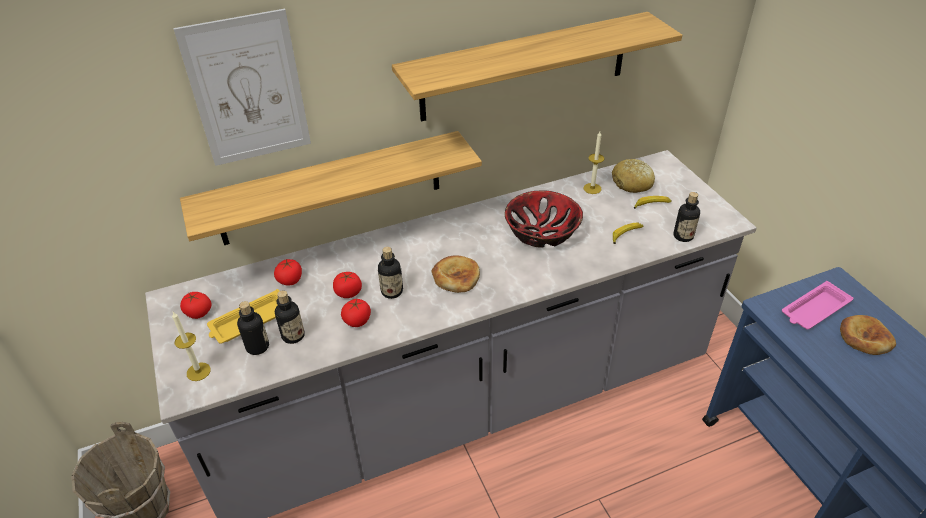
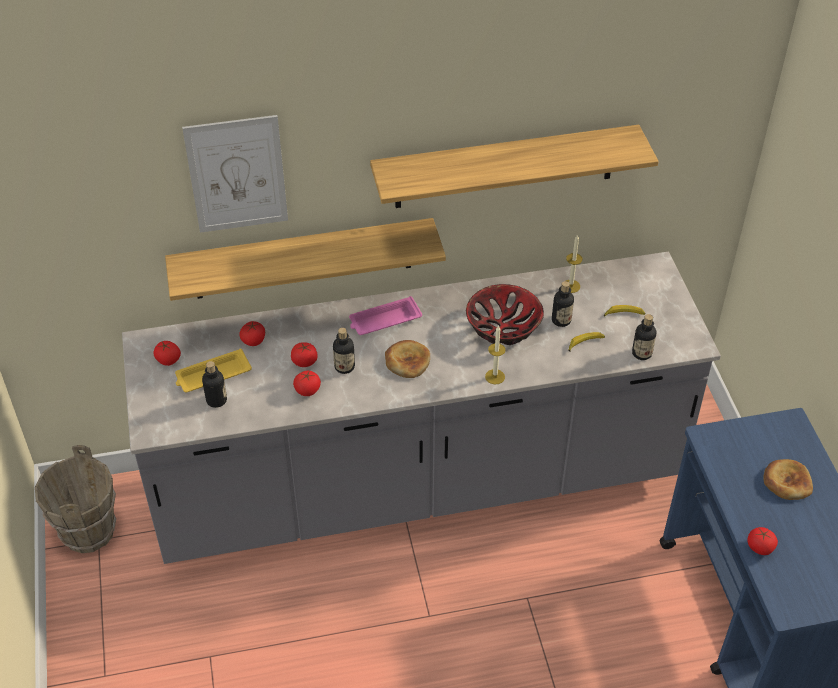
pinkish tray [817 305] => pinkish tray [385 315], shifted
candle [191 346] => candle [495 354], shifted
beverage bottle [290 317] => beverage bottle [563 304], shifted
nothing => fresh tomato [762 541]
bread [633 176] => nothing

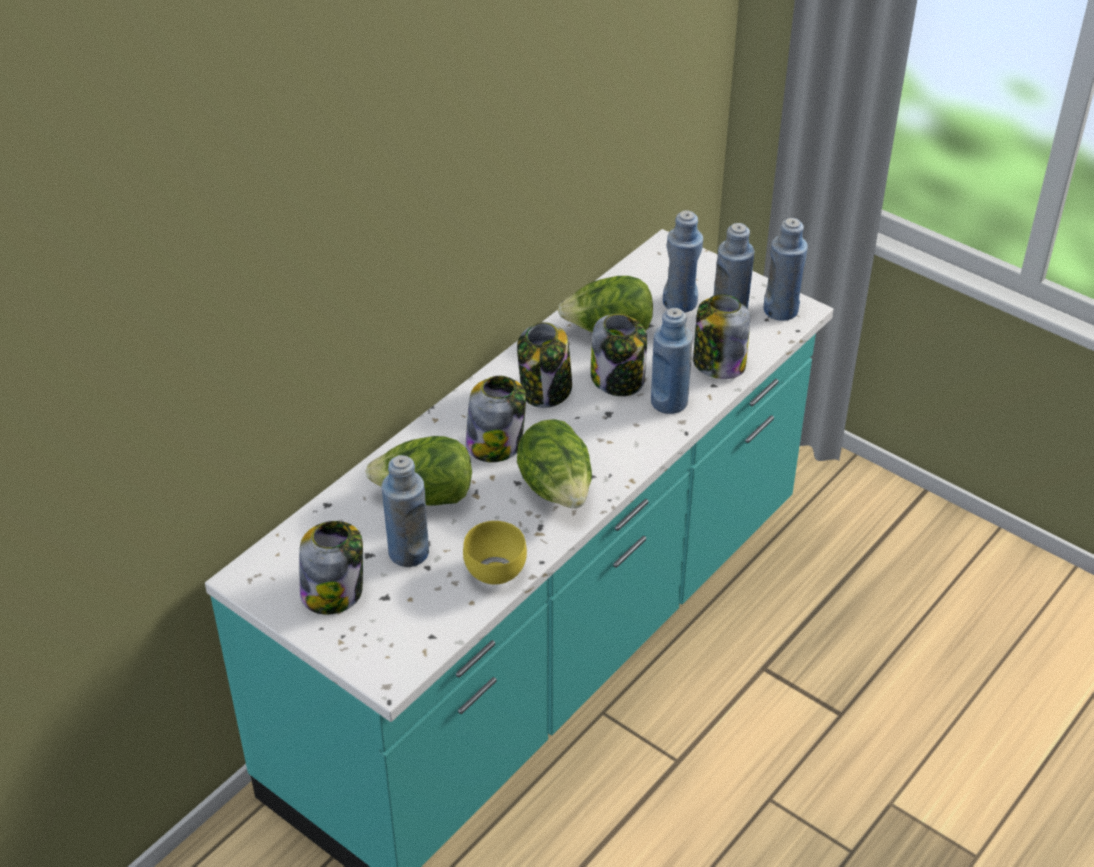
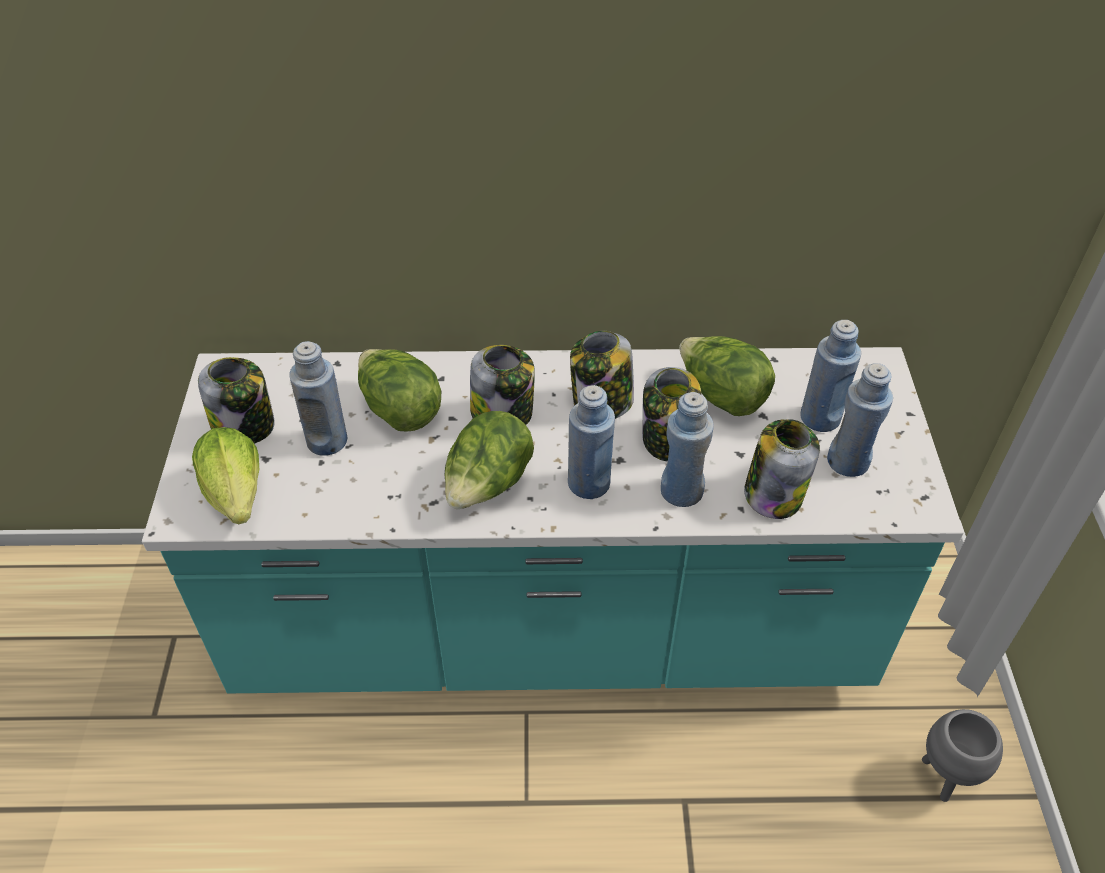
nothing => lettuce head [225 475]
bluish beverage bottle [785 269] => bluish beverage bottle [591 442], shifted
nothing => greyish flower pot [962 755]
yellow-coloured serving bowl [495 553] => nothing

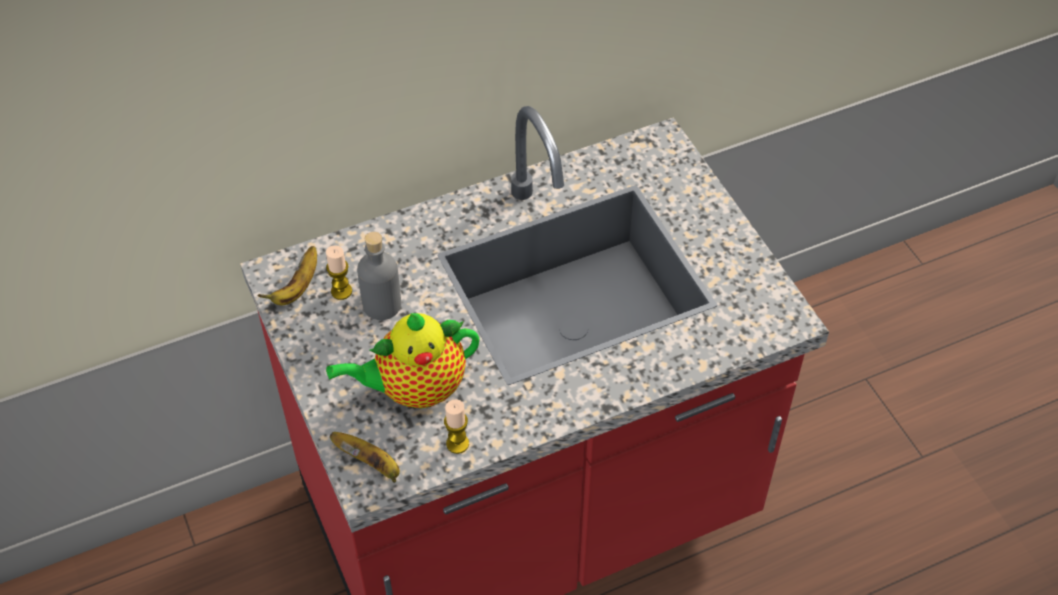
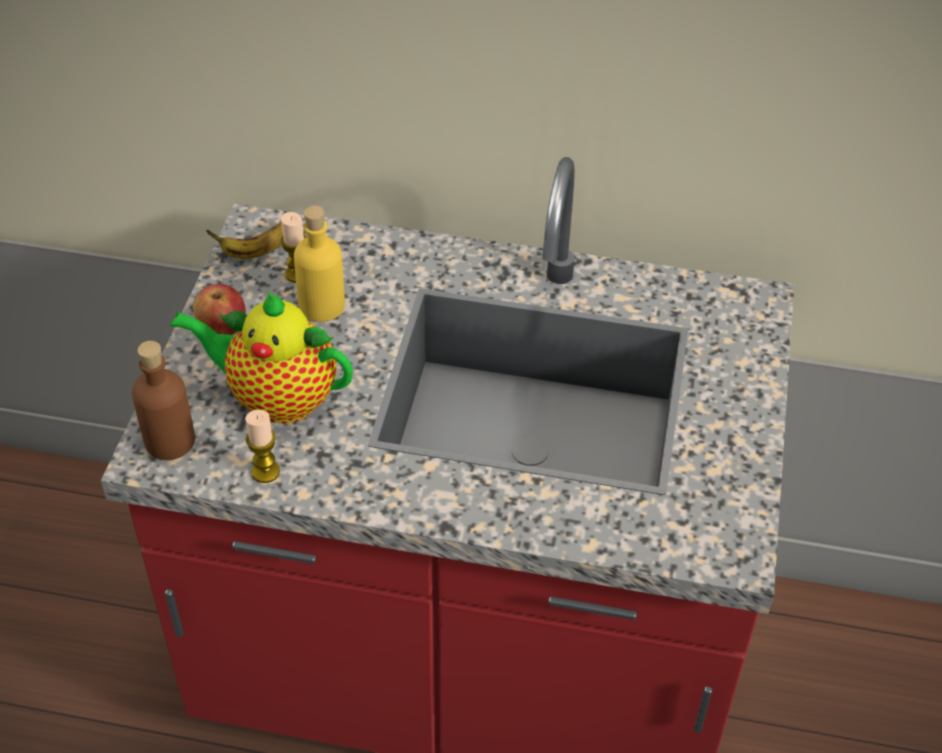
banana fruit [365 457] => brownish beverage bottle [163 400]
nothing => whole apple [219 309]
greyish beverage bottle [379 276] => yellow-coloured beverage bottle [319 264]

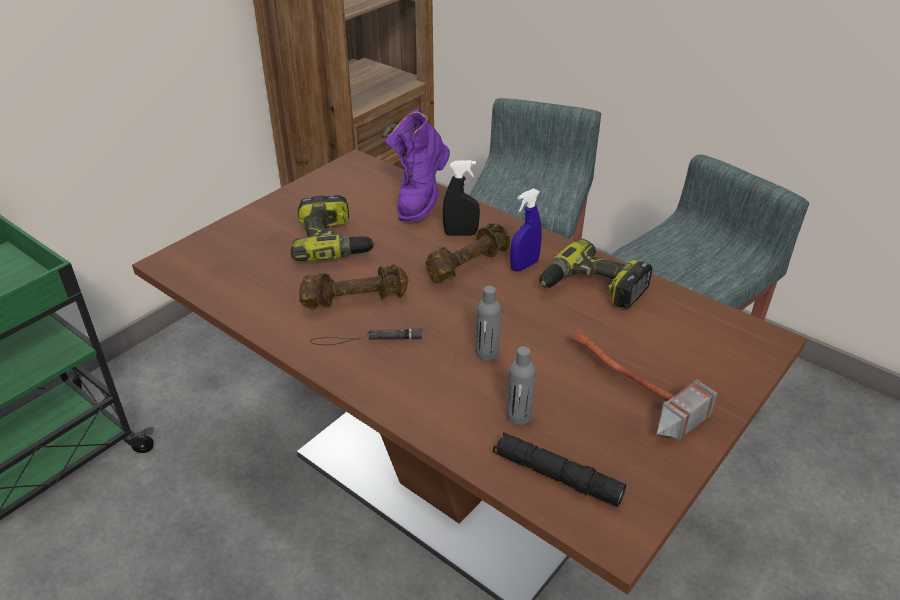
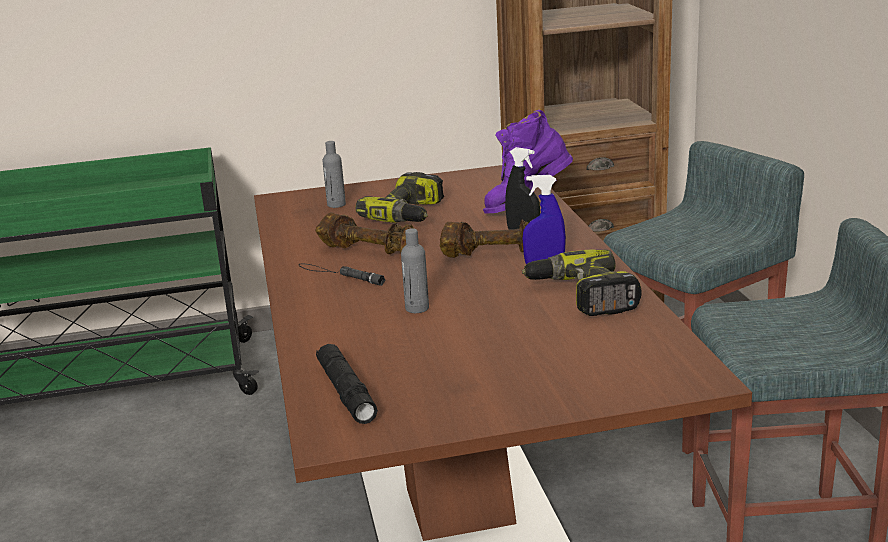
greyish beverage bottle [521 385] => greyish beverage bottle [334 174], shifted
tool hammer [644 385] => nothing

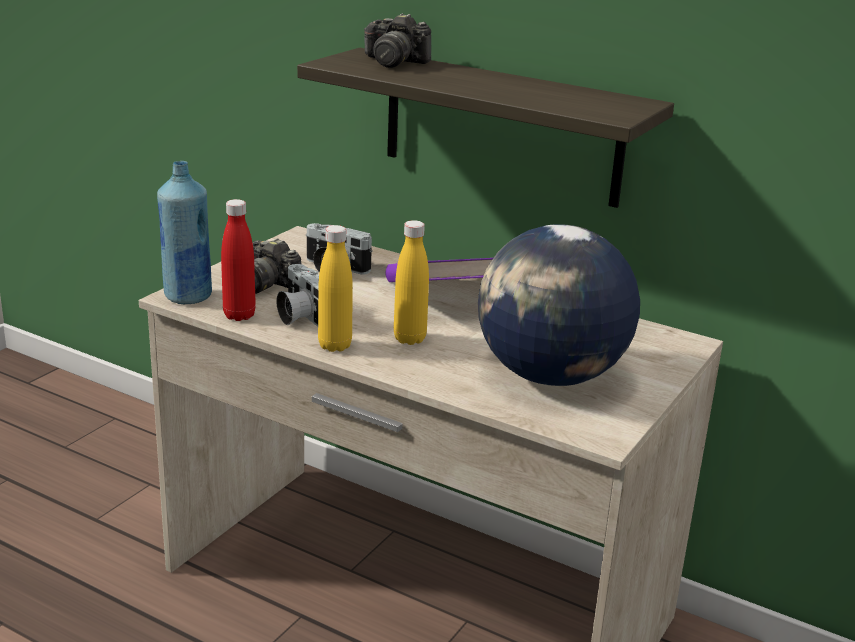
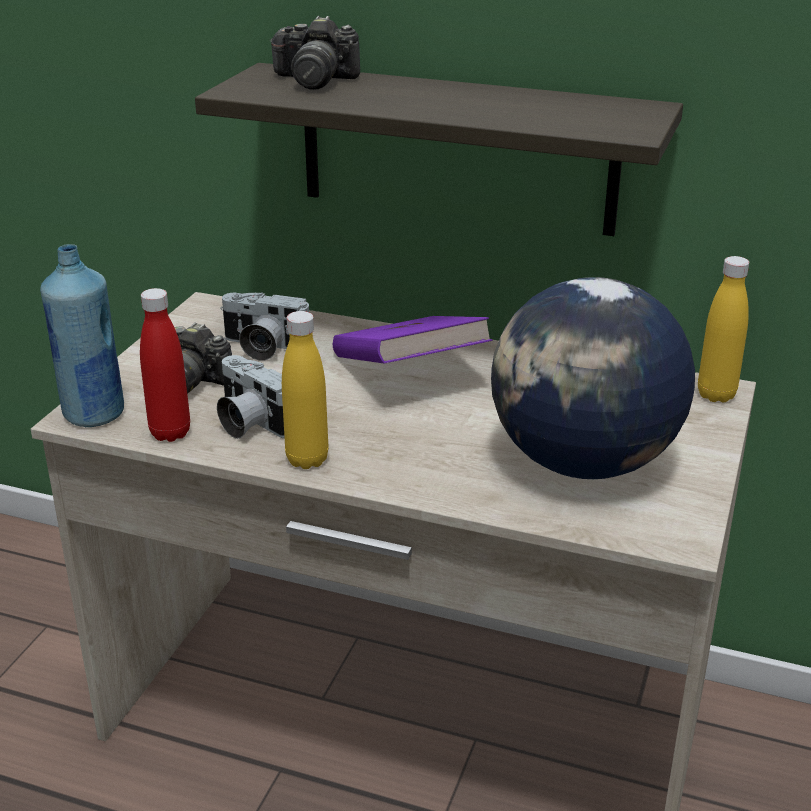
yellow-coloured beverage bottle [411 282] => yellow-coloured beverage bottle [723 329], shifted

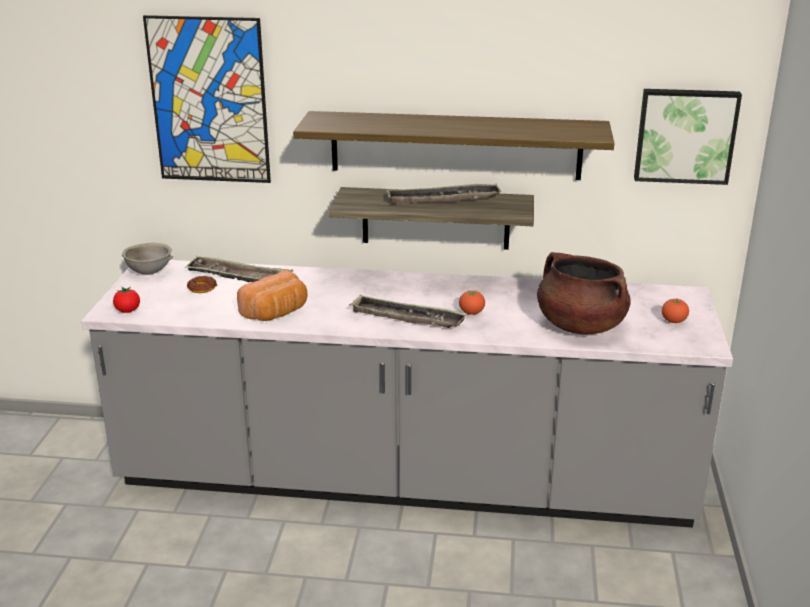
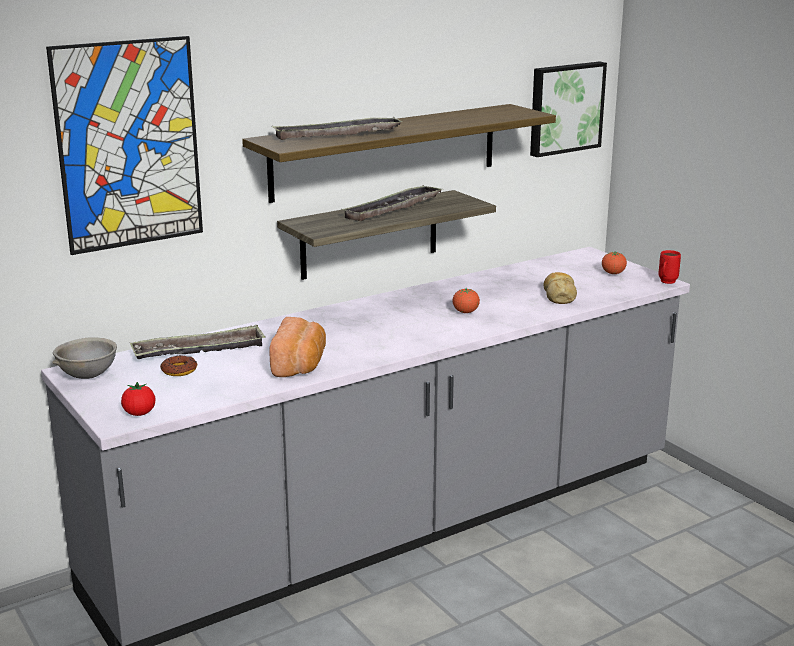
tray [408 311] => tray [337 128], shifted
brownish cooking pot [584 293] => bread [560 288]
nothing => red-coloured coffee mug [670 267]

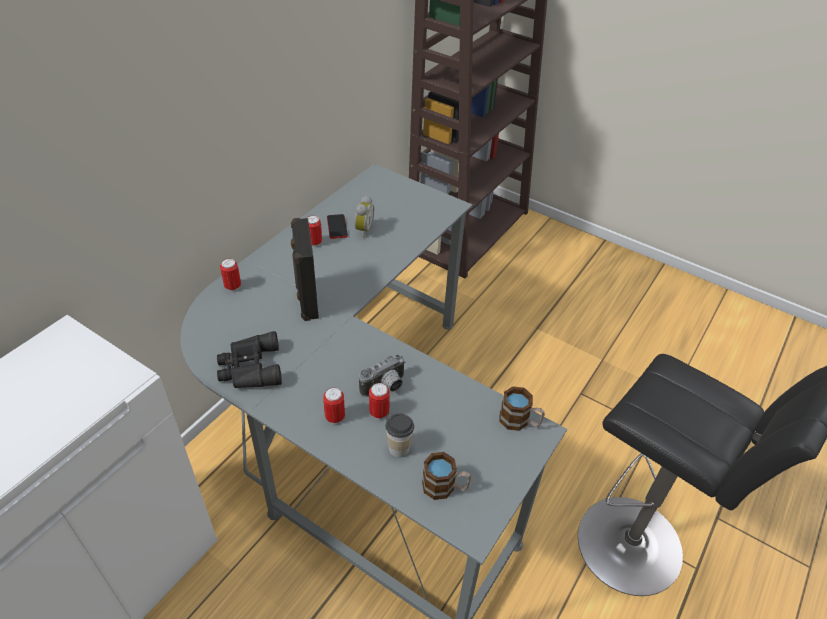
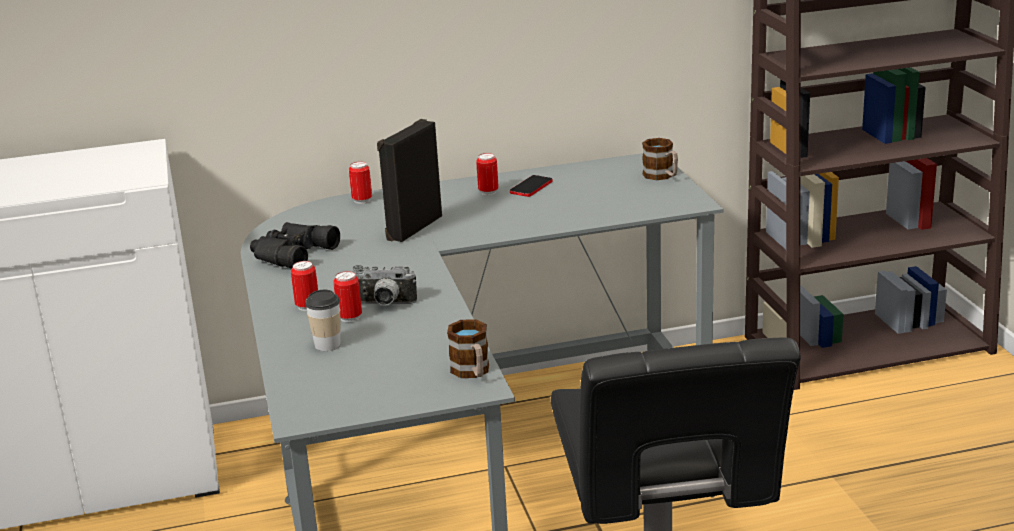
coffee mug [446 476] => coffee mug [660 159], shifted
table clock [364 217] => nothing

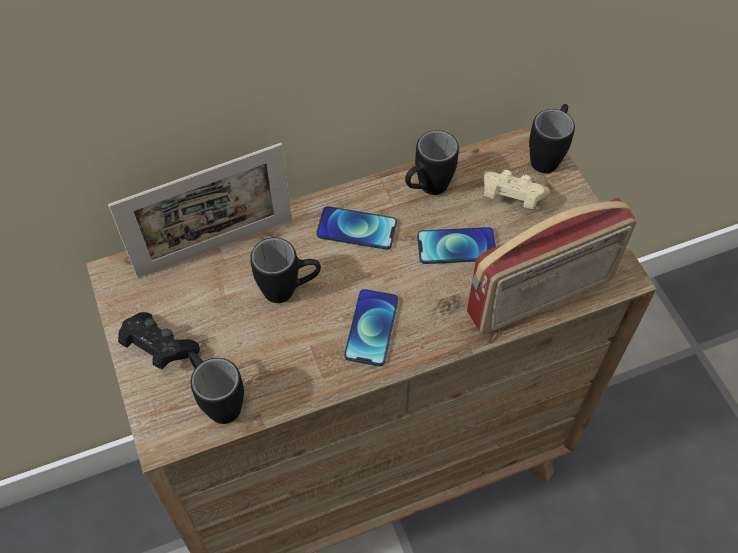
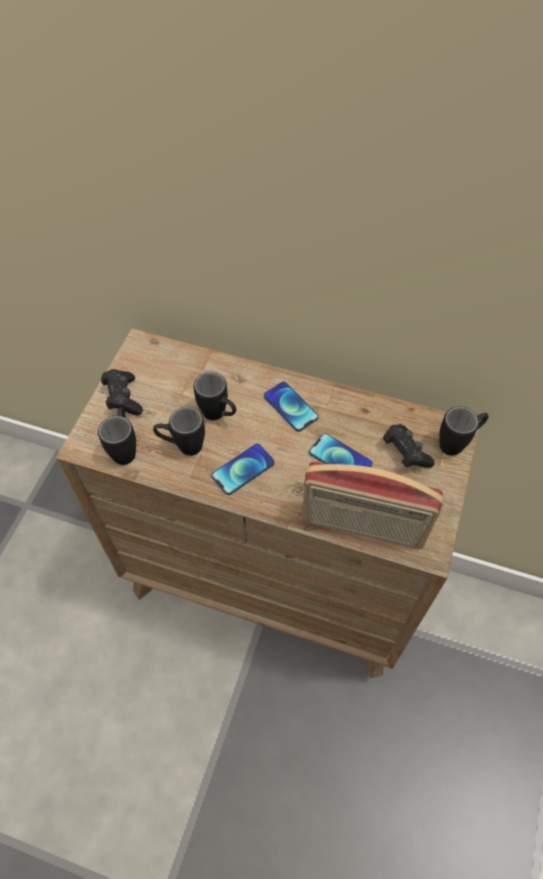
black-coloured coffee mug [432 162] => black-coloured coffee mug [179 431], shifted
beige joypad [516 189] => black-coloured joypad [408 446]
standing frame [200 210] => nothing

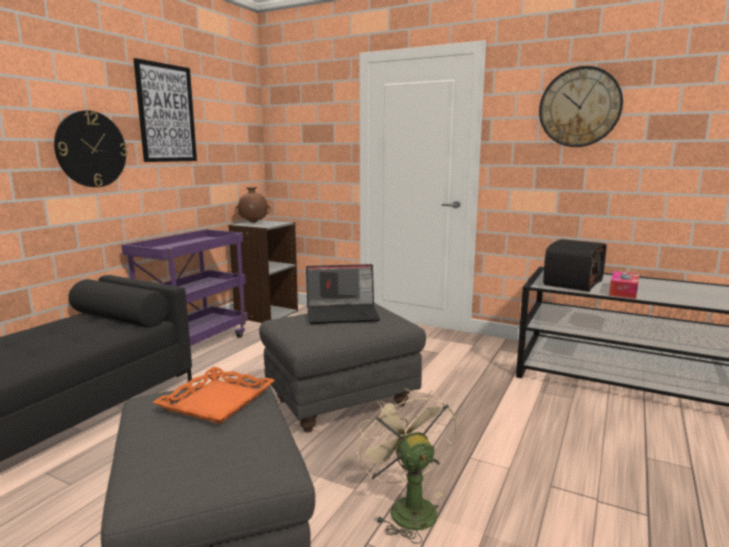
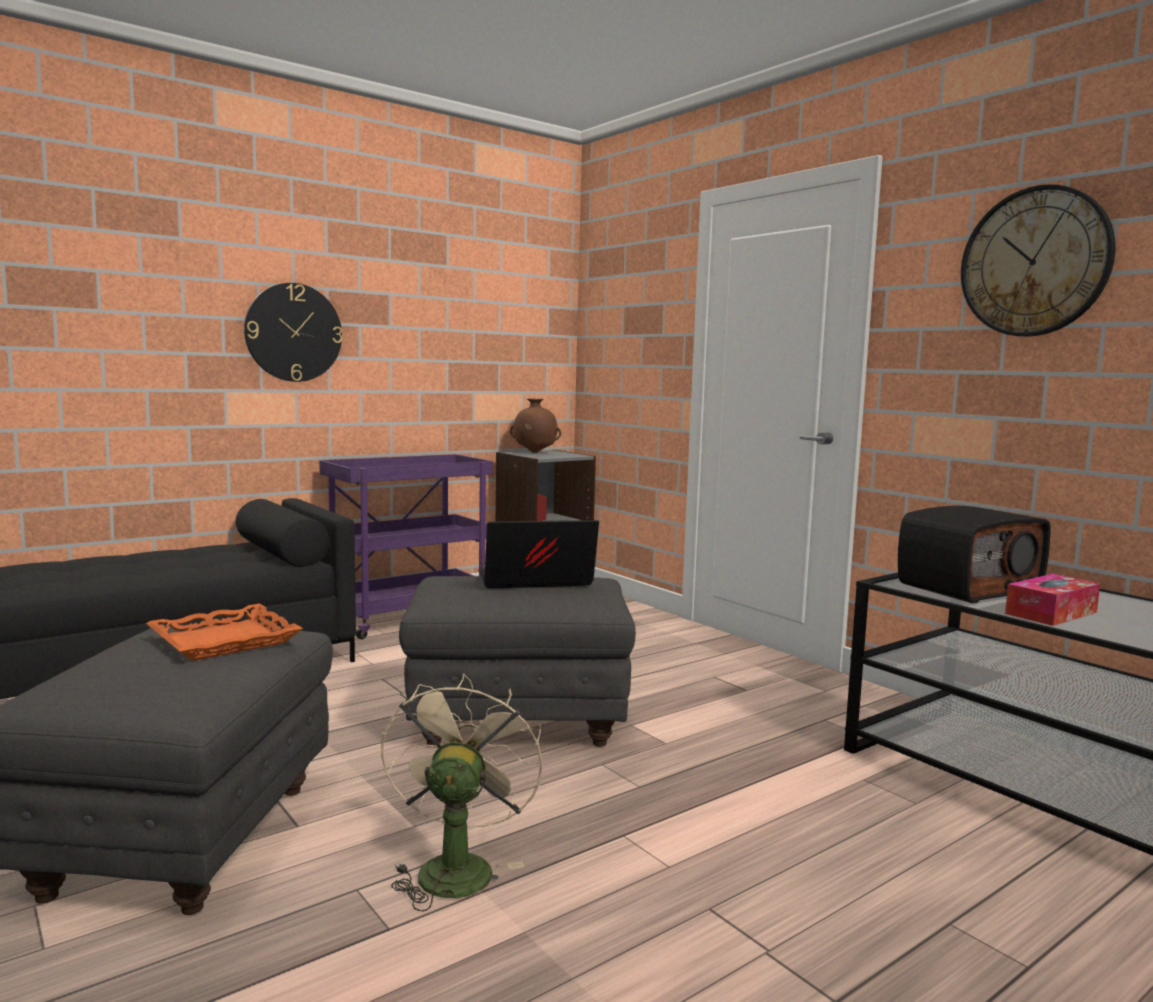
laptop [343 294] => laptop [538 554], 150 degrees clockwise
picture [165 110] => nothing

